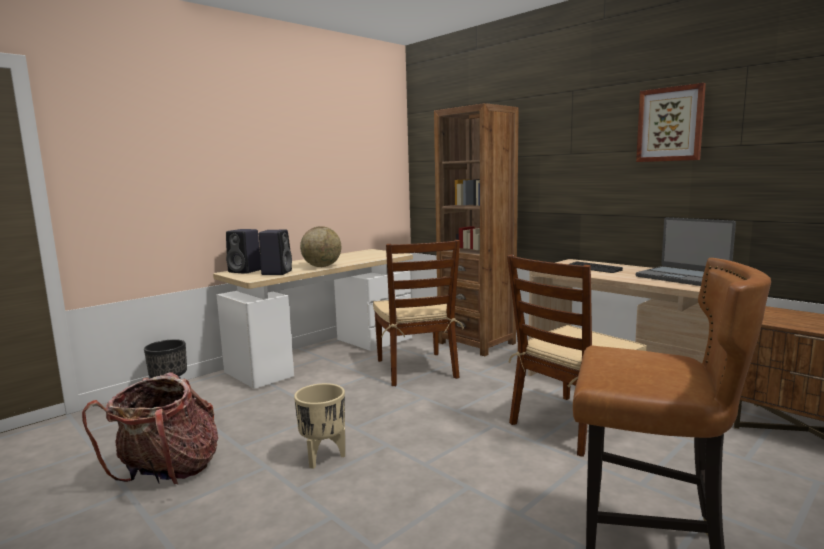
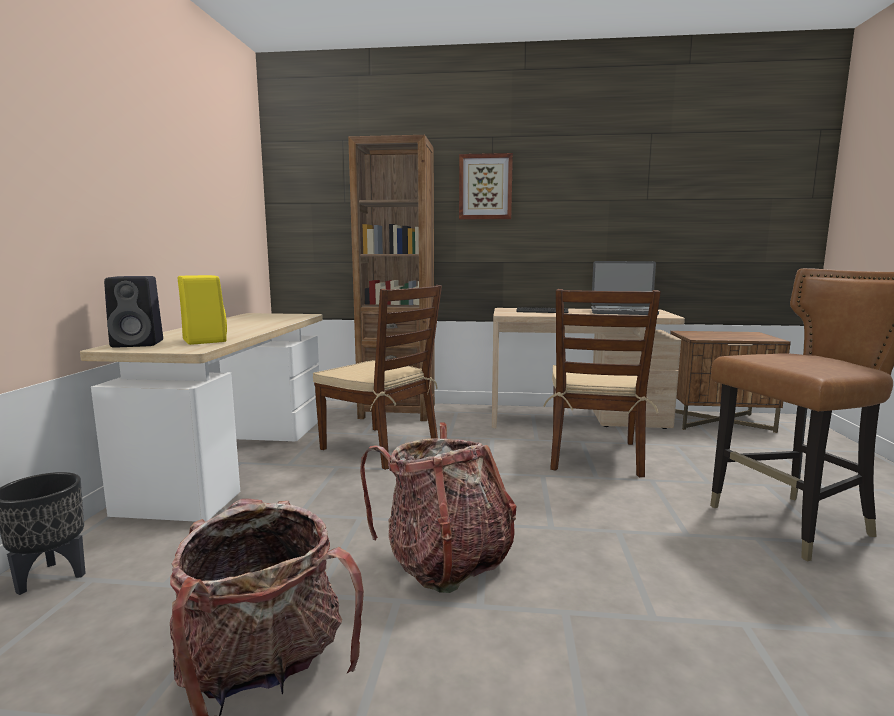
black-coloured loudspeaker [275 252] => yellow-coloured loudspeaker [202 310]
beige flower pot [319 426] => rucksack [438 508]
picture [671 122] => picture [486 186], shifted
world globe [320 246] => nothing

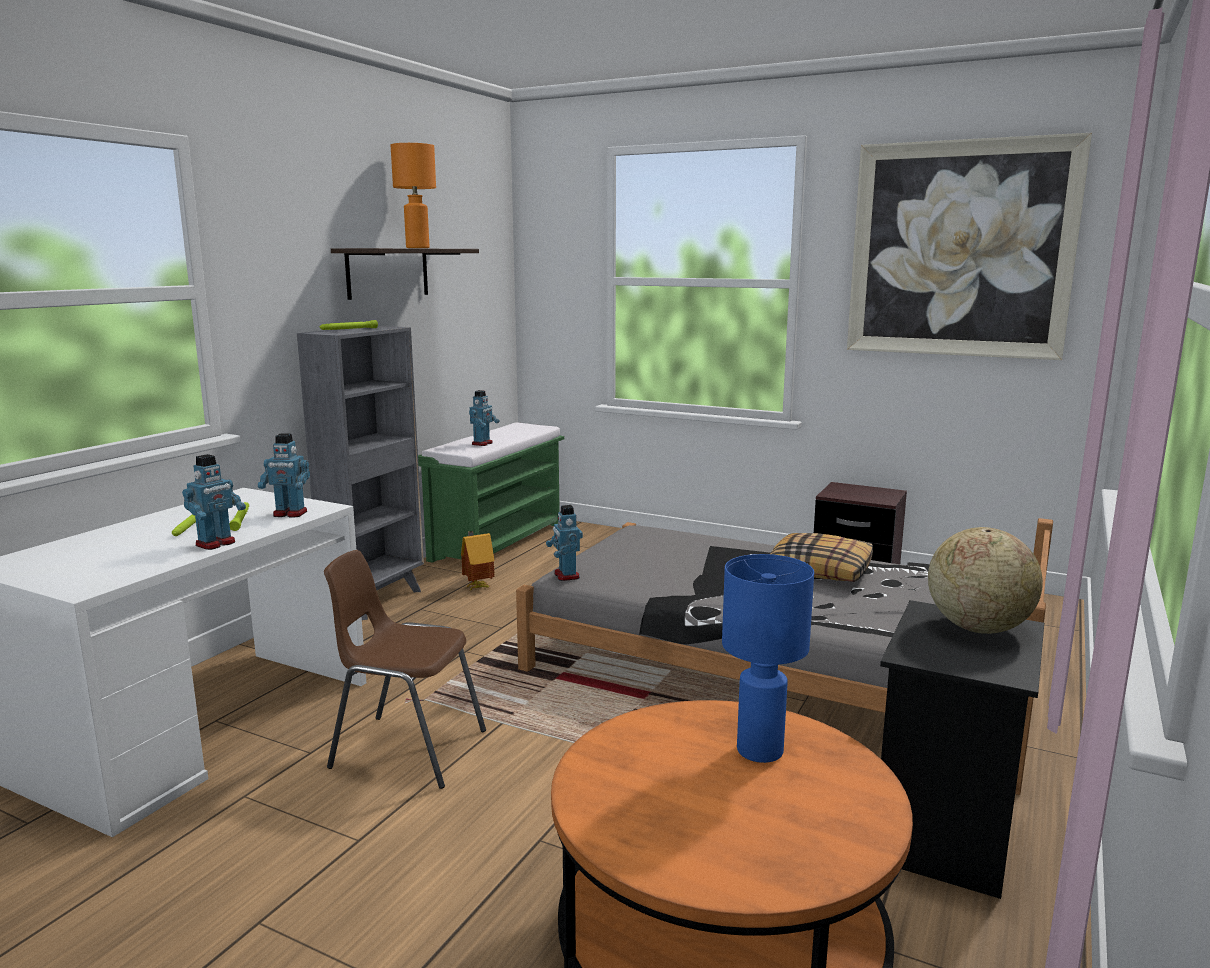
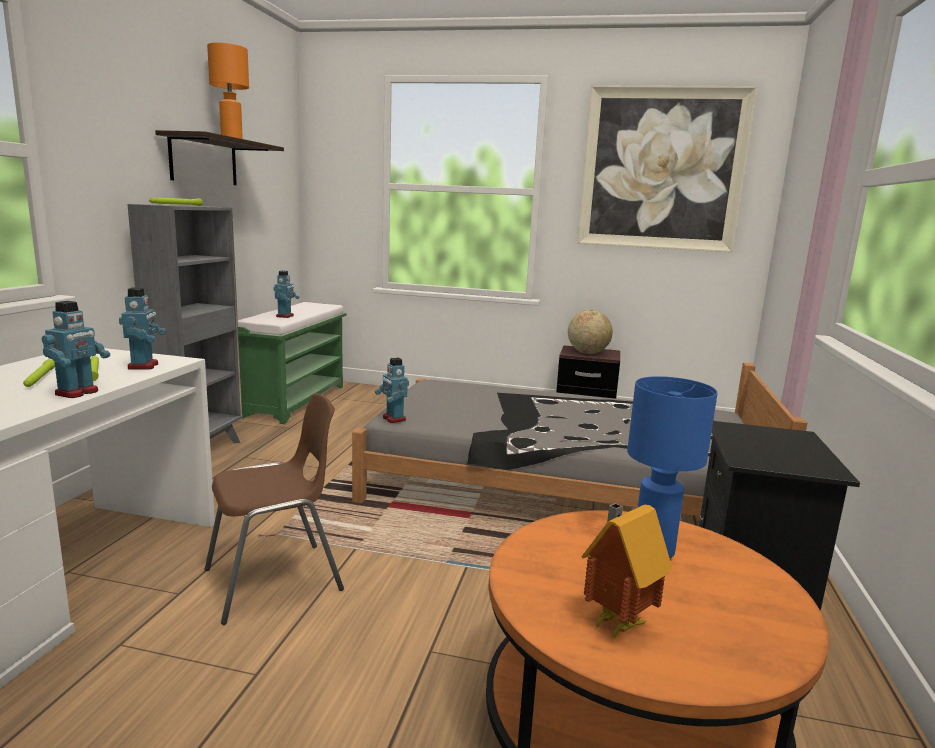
toy robot [284 475] => toy robot [142 329], 90 degrees counterclockwise
brownish plain chair [405 669] => brownish plain chair [274 509], 150 degrees clockwise
world globe [985 580] => world globe [590 332], shifted
toy house [478 561] => toy house [627 572], shifted
throw pillow [821 557] => nothing

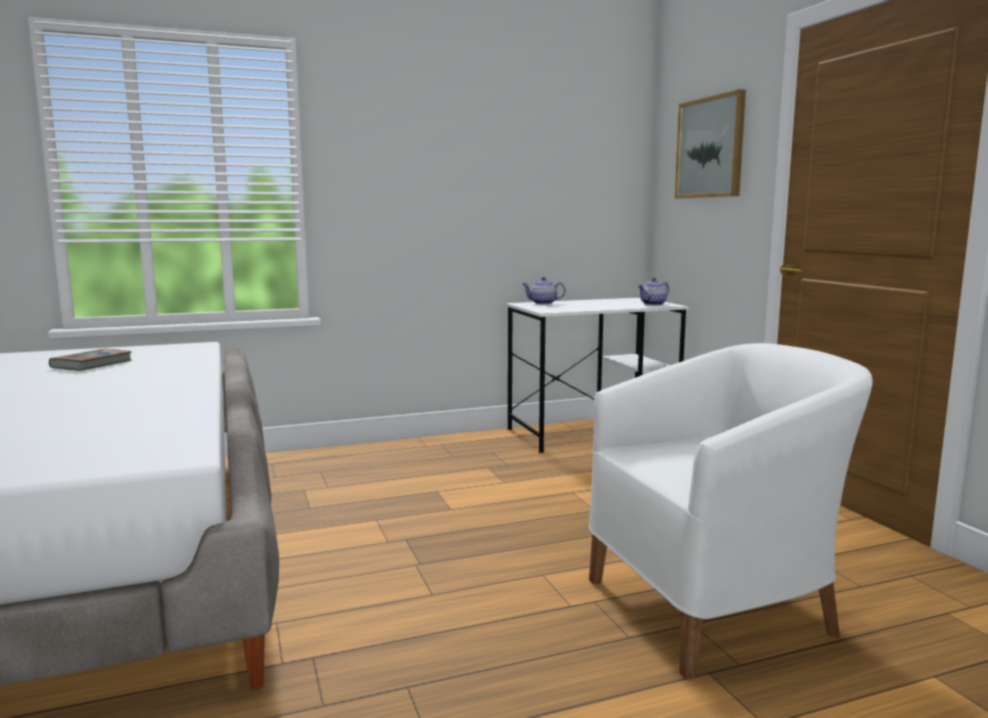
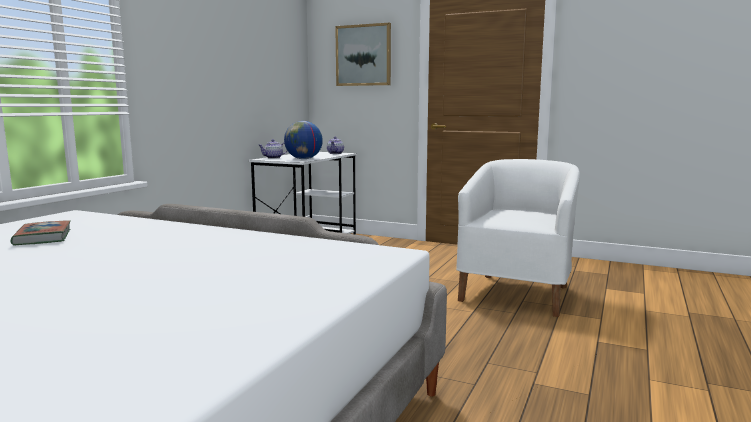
nothing => world globe [303 140]

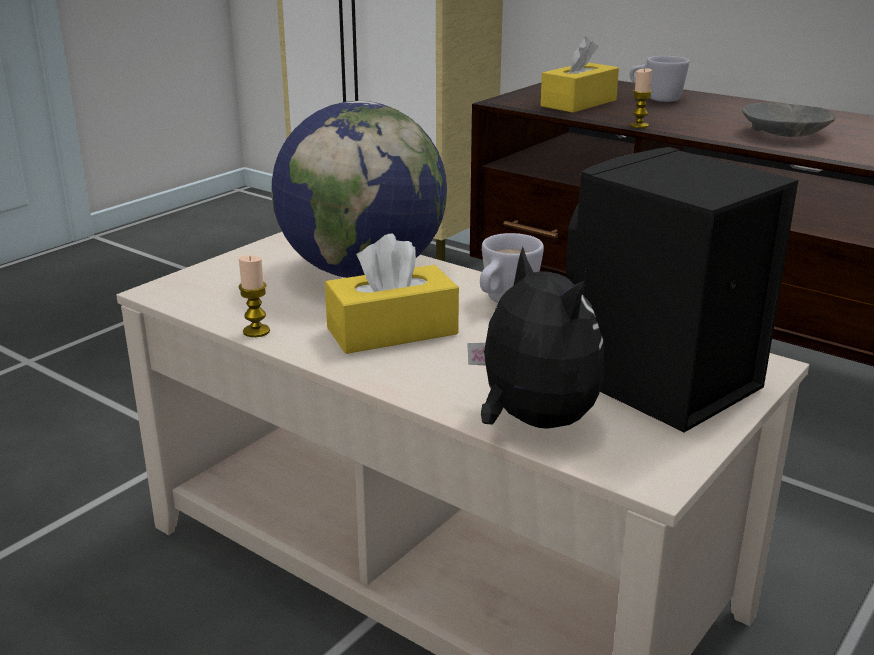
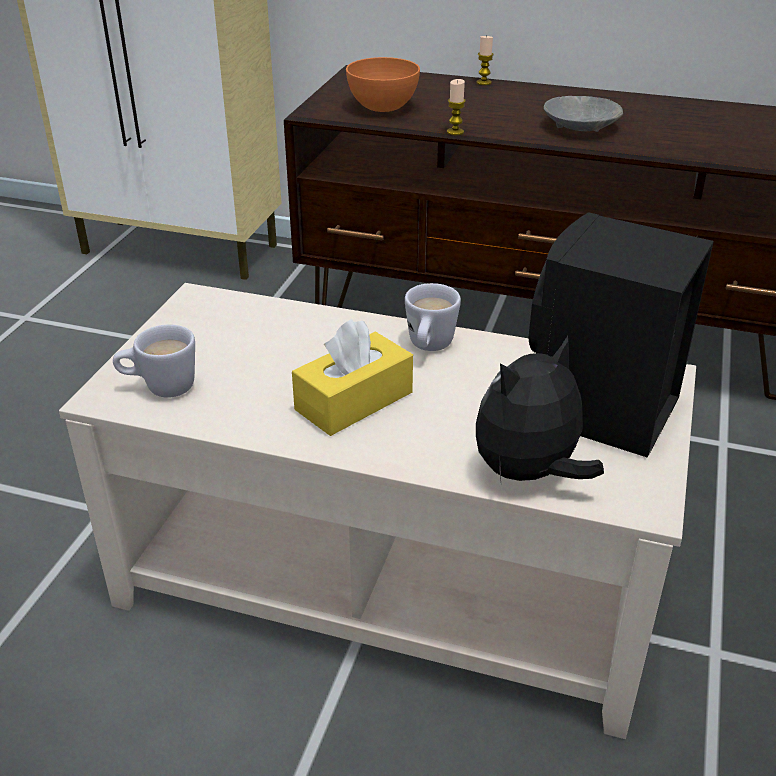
whitish coffee mug [659 79] => whitish coffee mug [154 361], shifted
yellow-coloured tissue box [579 75] => orangey serving bowl [383 84]
plush toy [536 338] => plush toy [540 408], 75 degrees counterclockwise
candle [254 296] => candle [485 60], shifted
world globe [359 189] => nothing

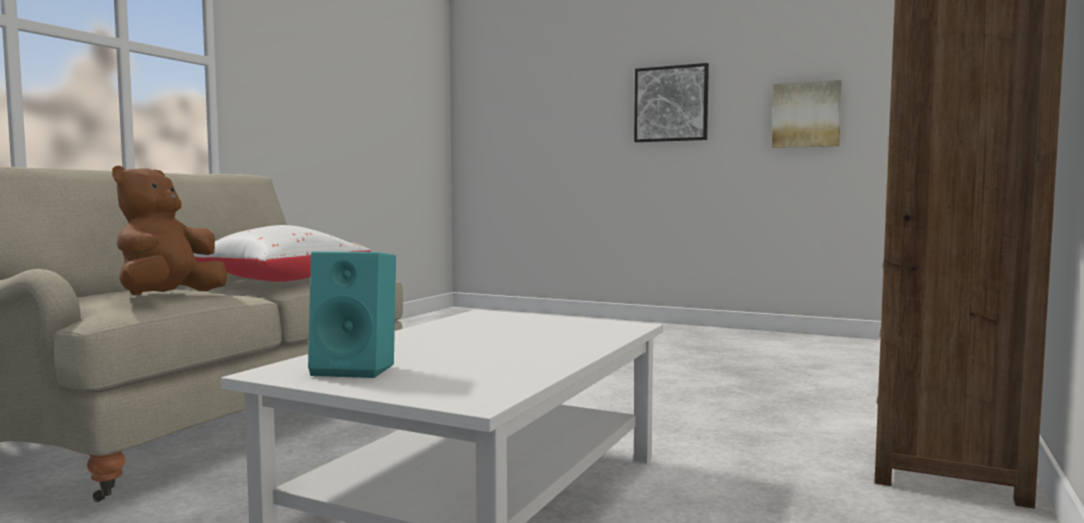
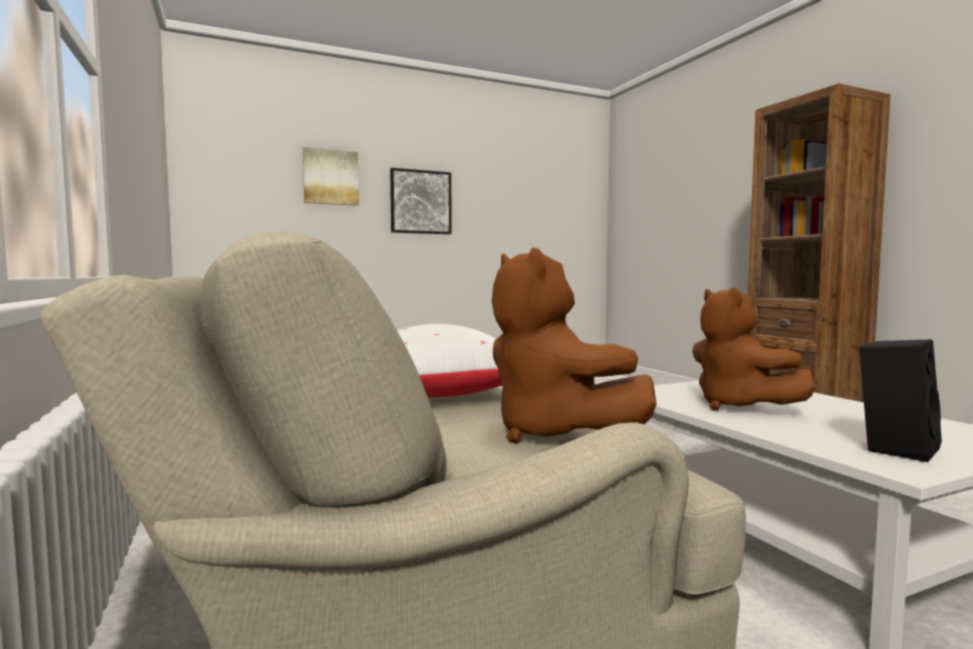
picture [807 114] => picture [331 176], shifted
nothing => brownish plush toy [753 349]
turquoise-coloured loudspeaker [352 314] => black-coloured loudspeaker [900 400]

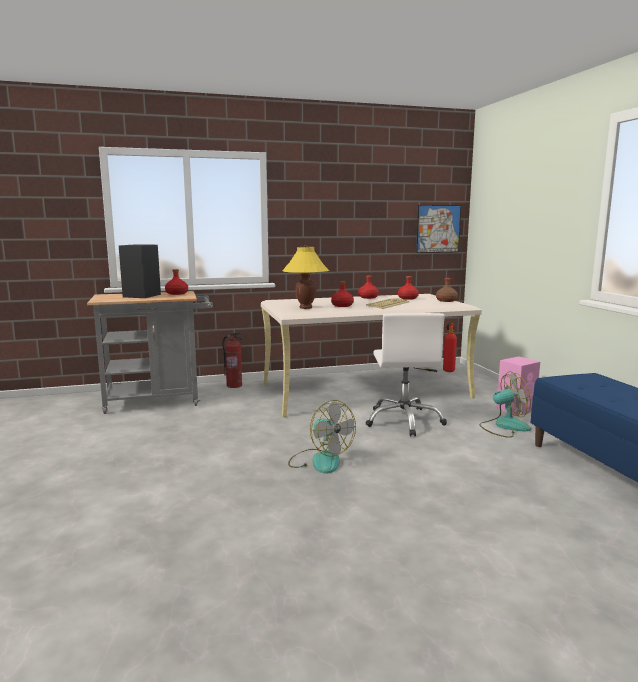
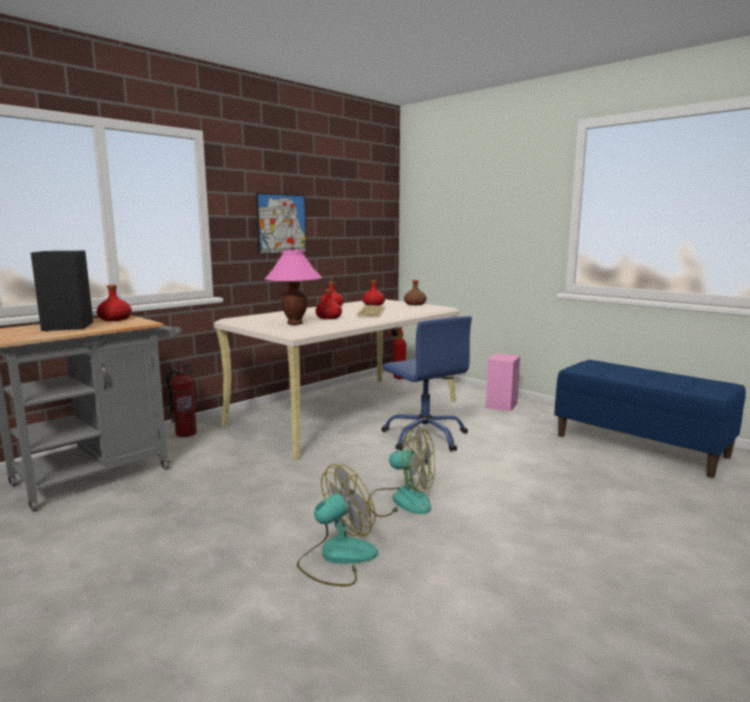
picture [438 229] => picture [281 224], shifted
yellow-coloured lamp for a table [305 277] => pinkish lamp for a table [293 286]
fan [505 405] => fan [337 525], shifted
whitish computer chair [406 374] => bluish computer chair [426 384]

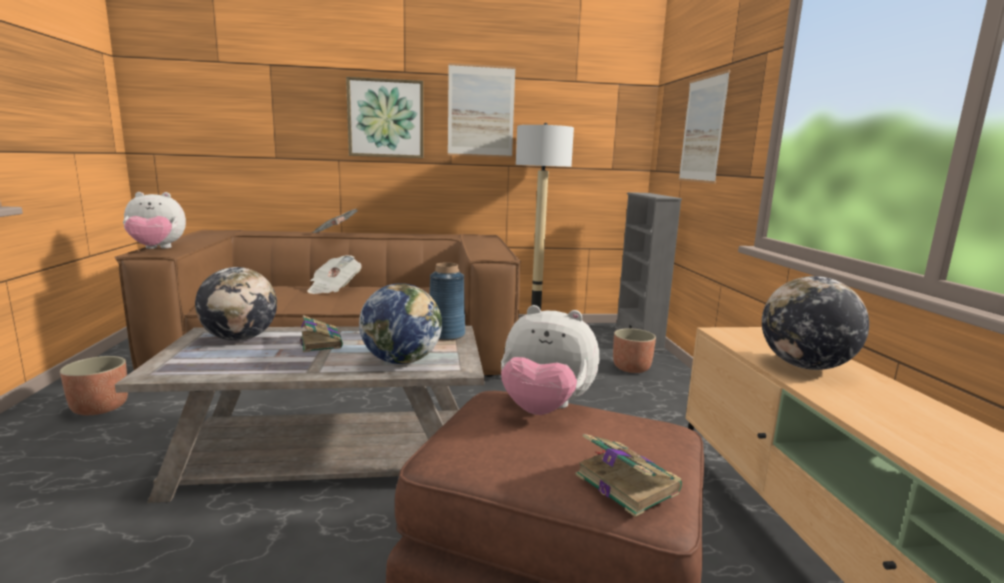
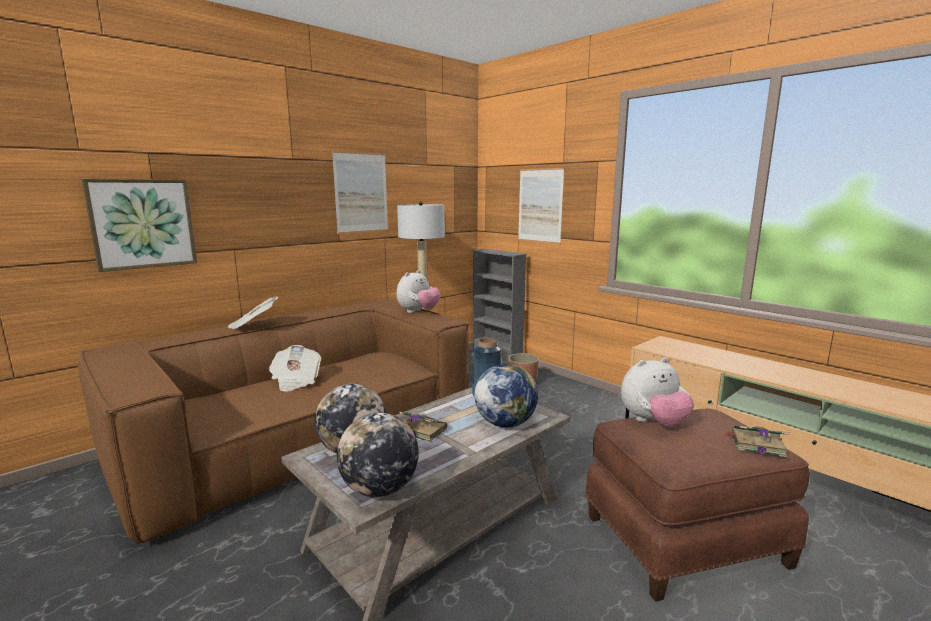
picture [384 117] => picture [139 225], shifted
world globe [815 323] => world globe [378 455], shifted
plush toy [154 220] => plush toy [418 291], shifted
flower pot [94 385] => nothing

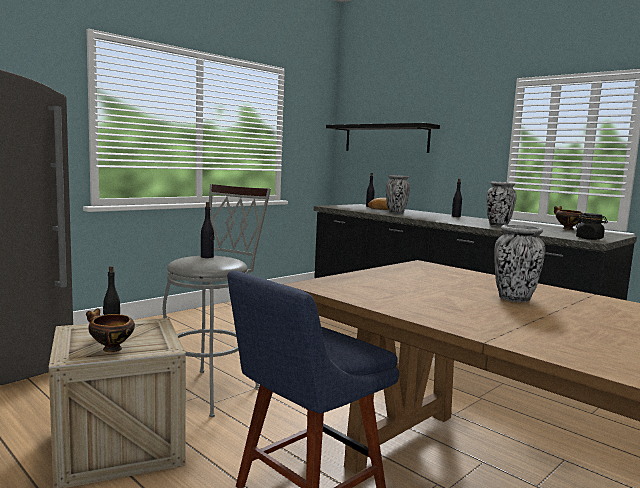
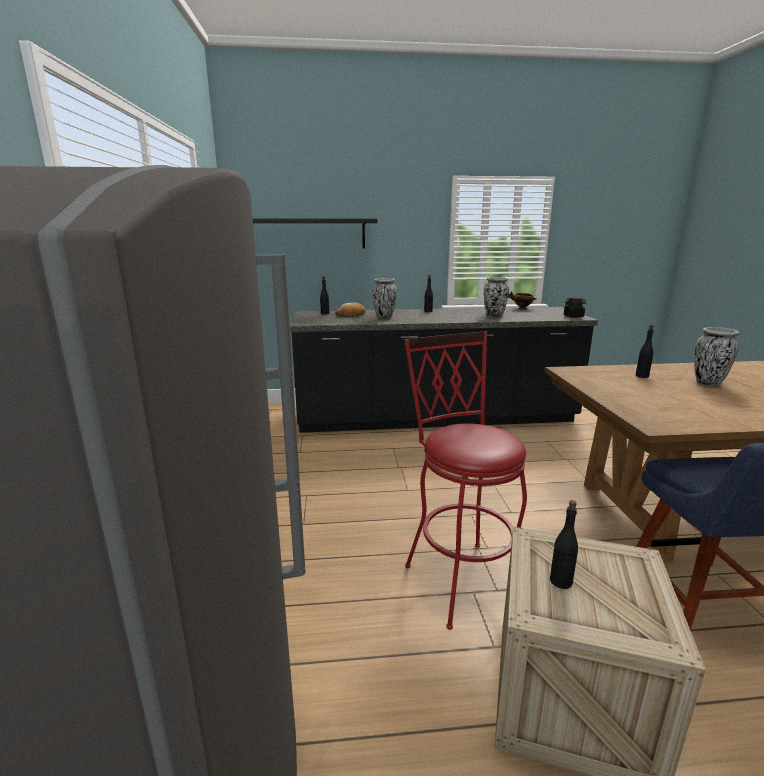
greyish stool seat [217 300] => red-coloured stool seat [465 480]
black-coloured beverage bottle [207 230] => black-coloured beverage bottle [645 351], shifted
serving bowl [110 330] => nothing

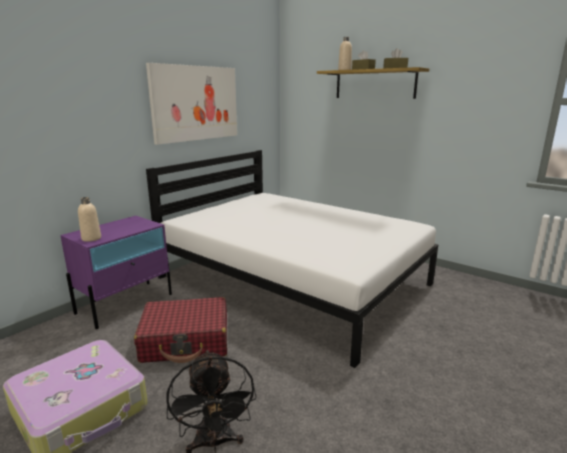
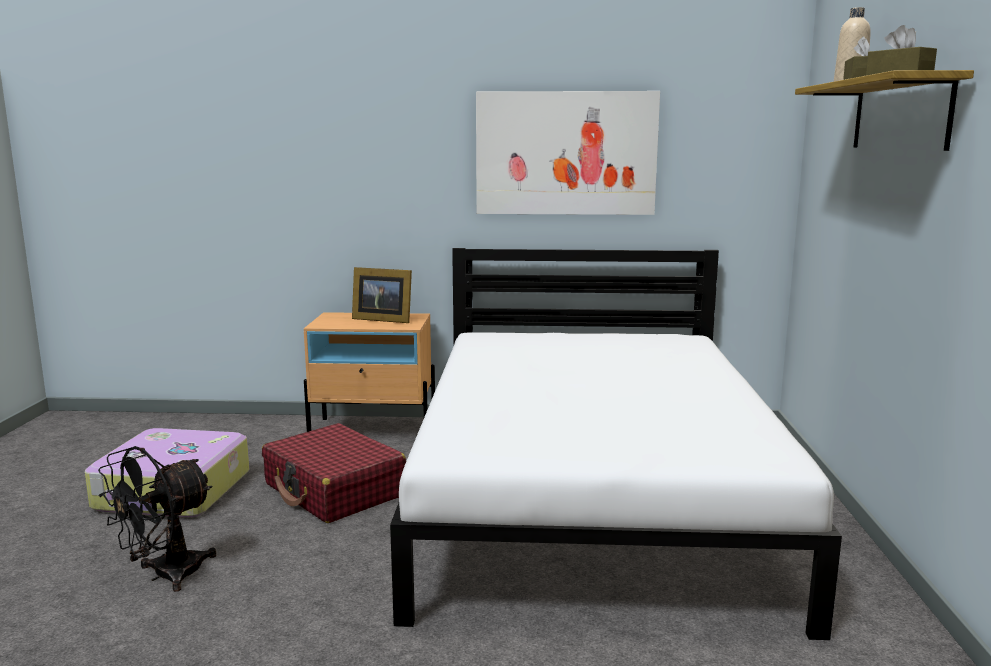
purple-coloured night table [116 272] => beige night table [369 372]
nothing => standing frame [382 295]
beige beverage bottle [89 219] => nothing

